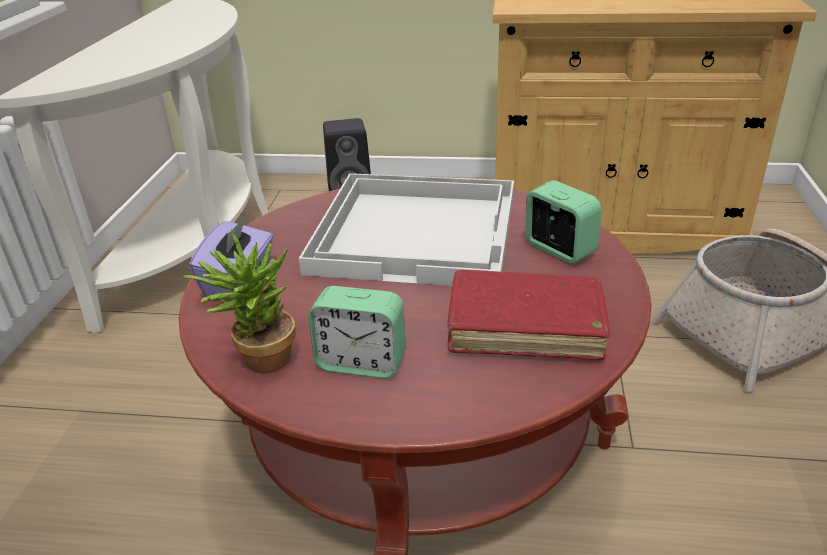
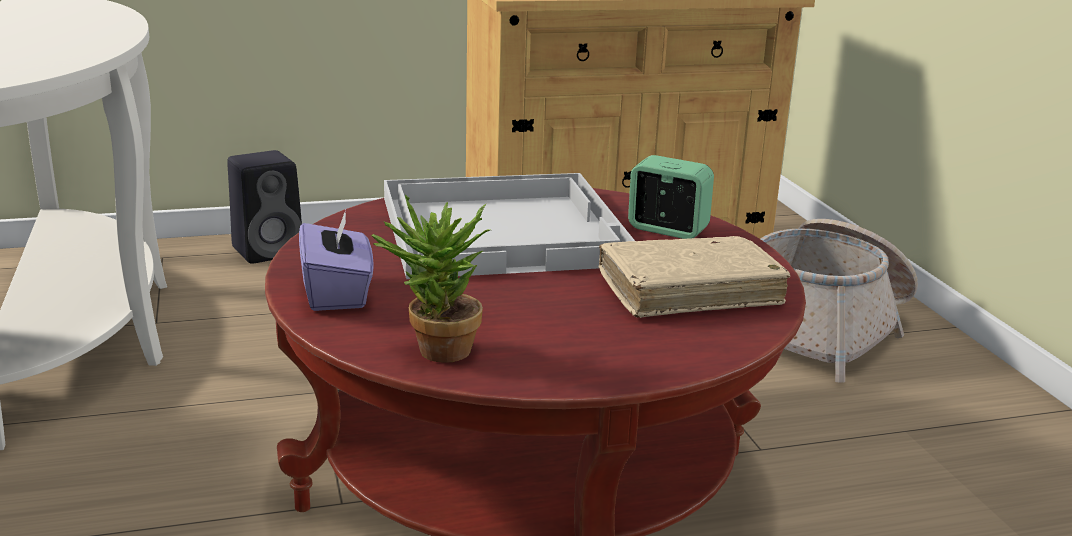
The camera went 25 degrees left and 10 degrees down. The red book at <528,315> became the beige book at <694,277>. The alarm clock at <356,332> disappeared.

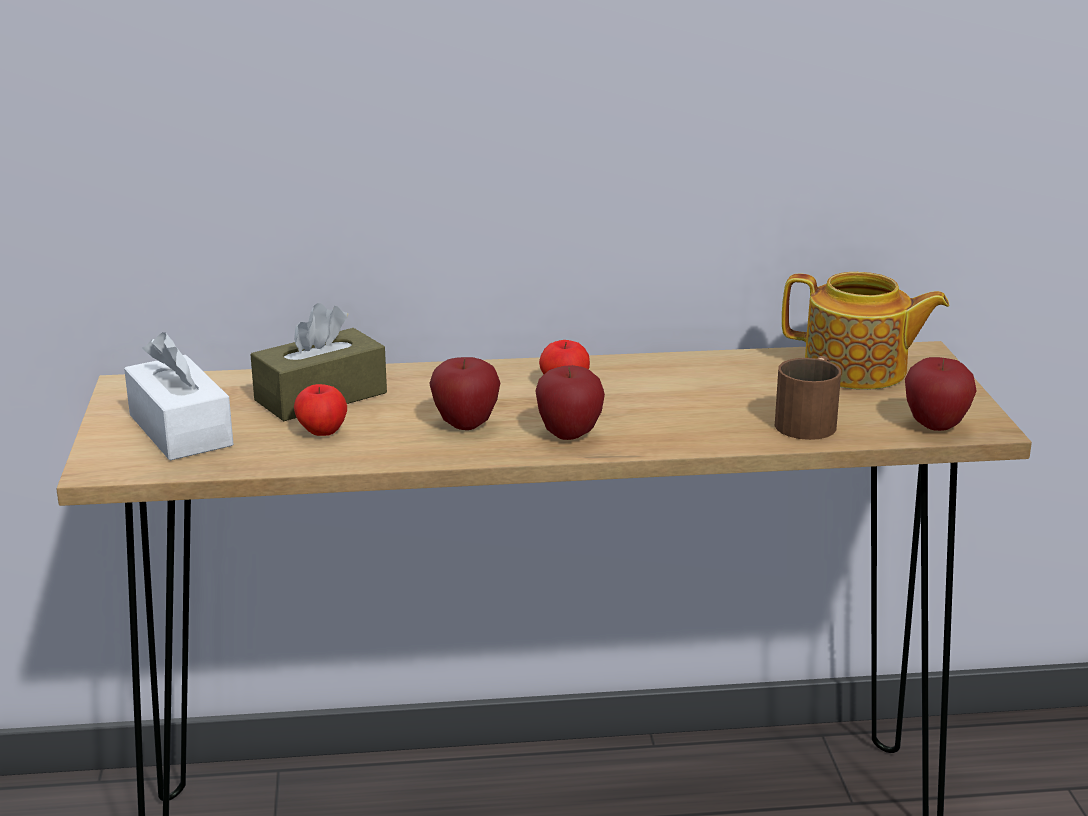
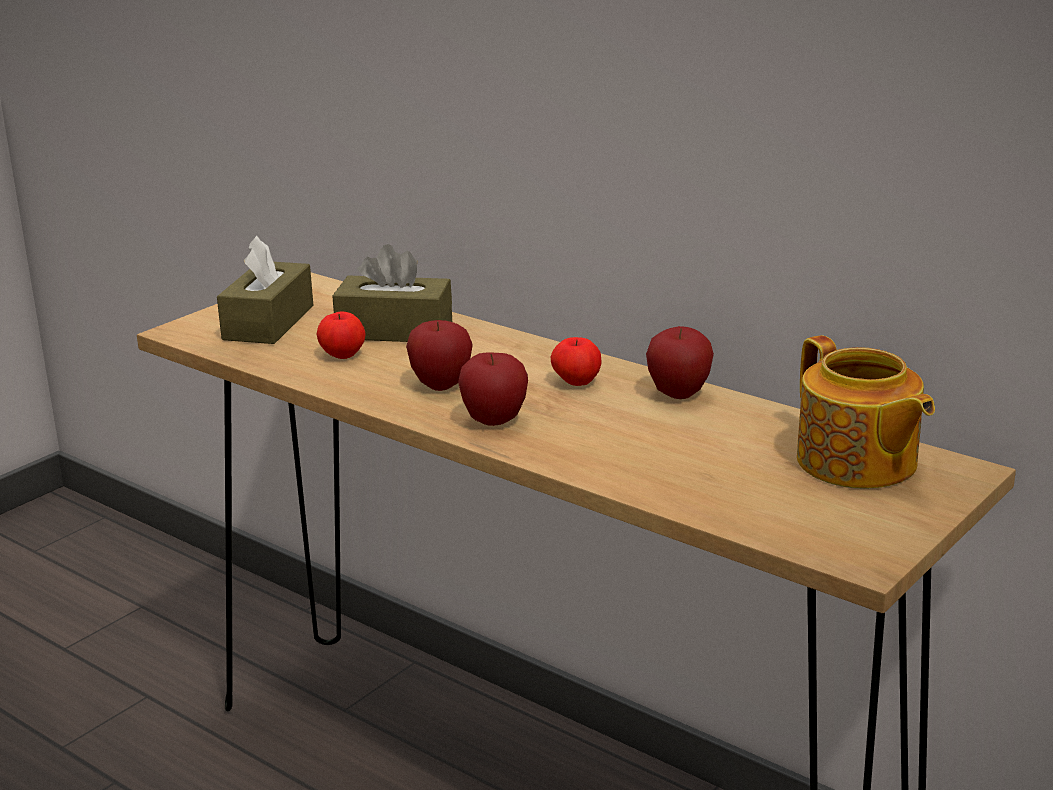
The camera went 45 degrees right and 0 degrees up. The white tissue box at <178,396> became the brown tissue box at <265,290>. The brown mug at <808,398> disappeared. The apple moved from <941,394> to <680,362>.

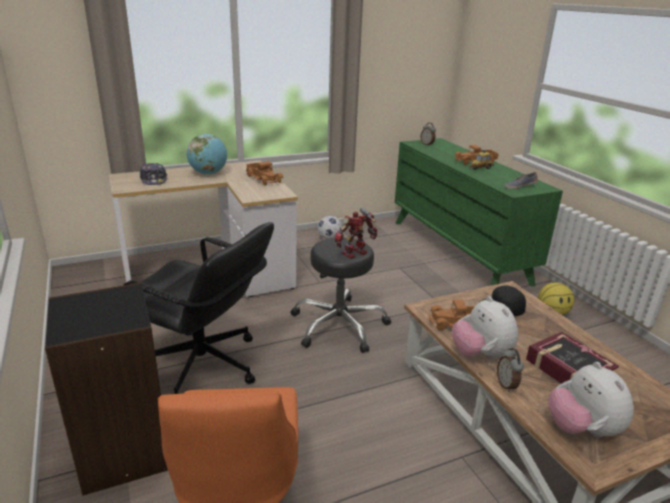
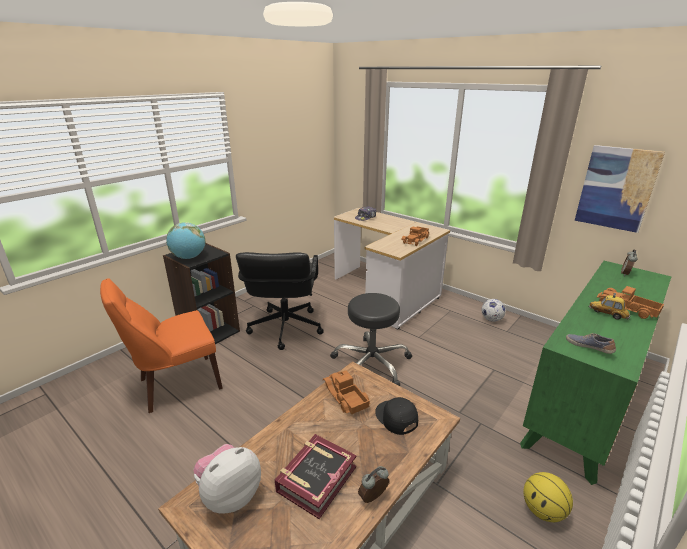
The camera went 65 degrees right and 0 degrees up. The globe moved from <206,154> to <186,240>. The toy robot at <356,233> disappeared. The plush toy at <485,327> disappeared. The alarm clock moved from <510,370> to <373,484>. The picture at <620,189> appeared.

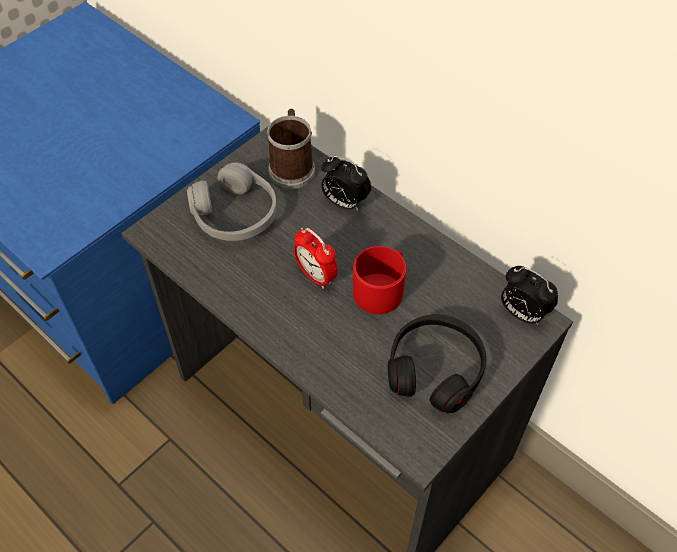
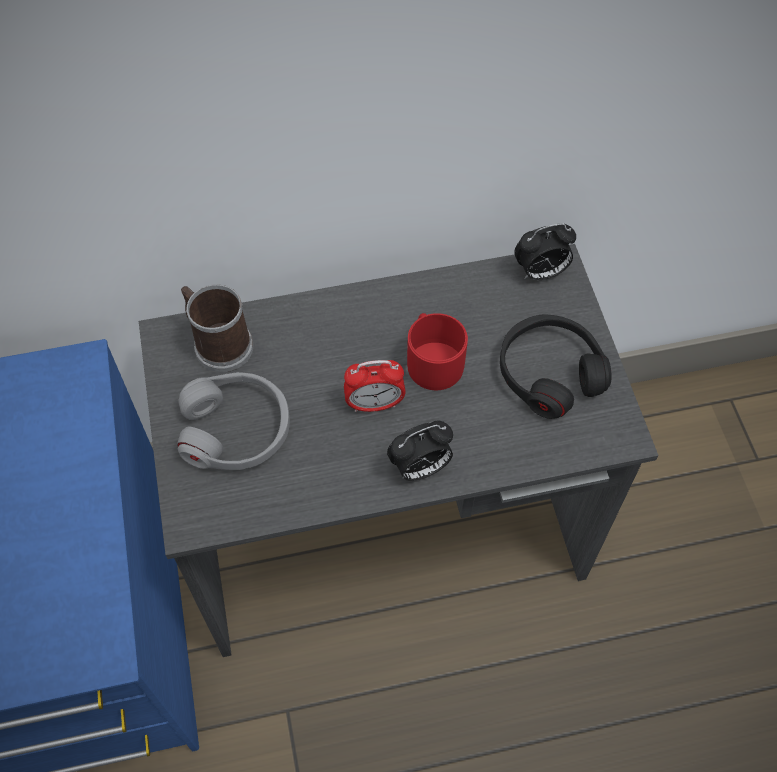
The camera went 55 degrees left and 5 degrees up. The alarm clock moved from <346,183> to <420,450>.

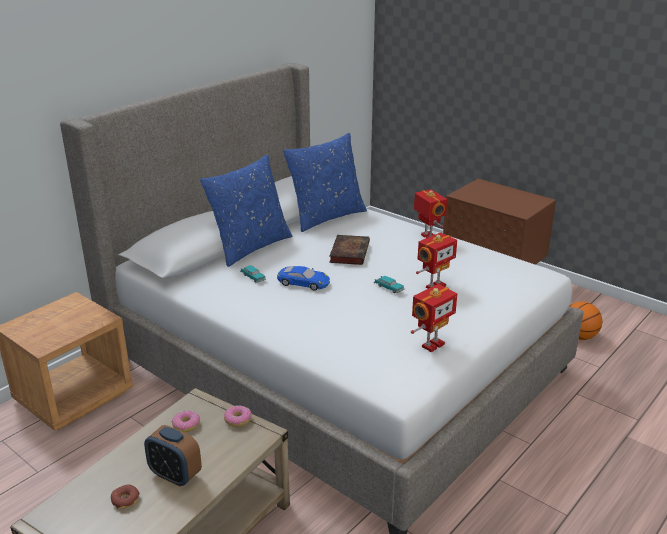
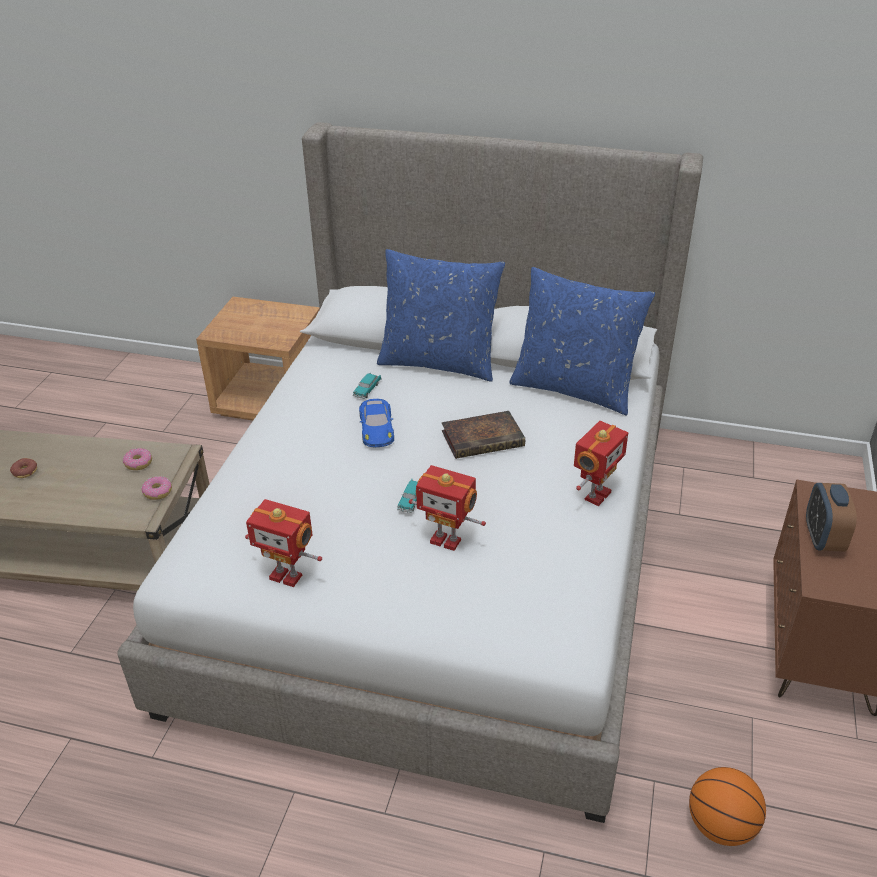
The camera went 65 degrees right and 10 degrees up. The alarm clock moved from <173,456> to <831,517>.

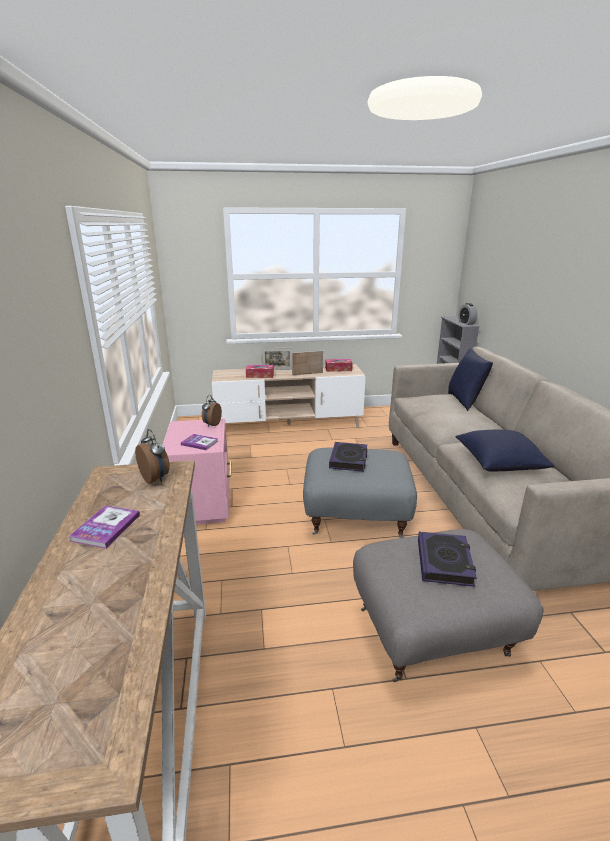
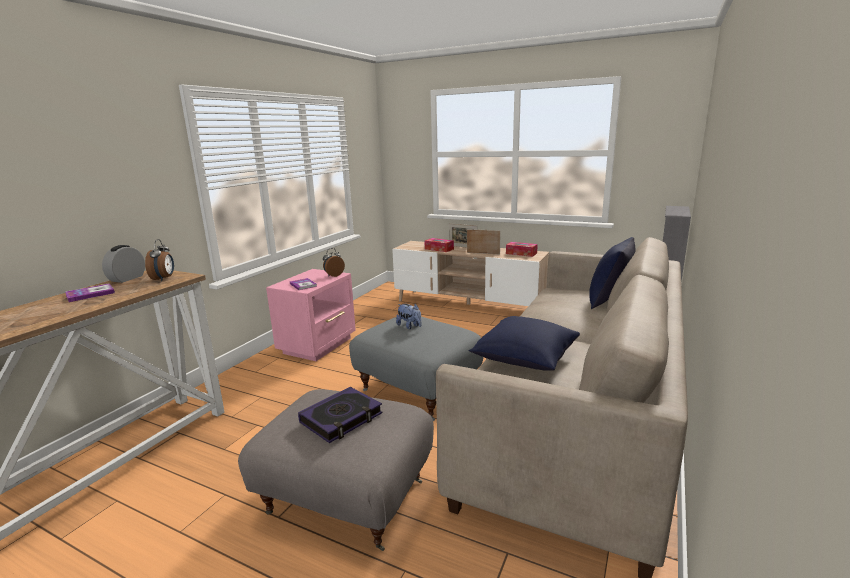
The camera went 35 degrees right and 5 degrees down. The alarm clock moved from <468,314> to <123,264>. The book at <348,457> was replaced by the plush toy at <408,316>.

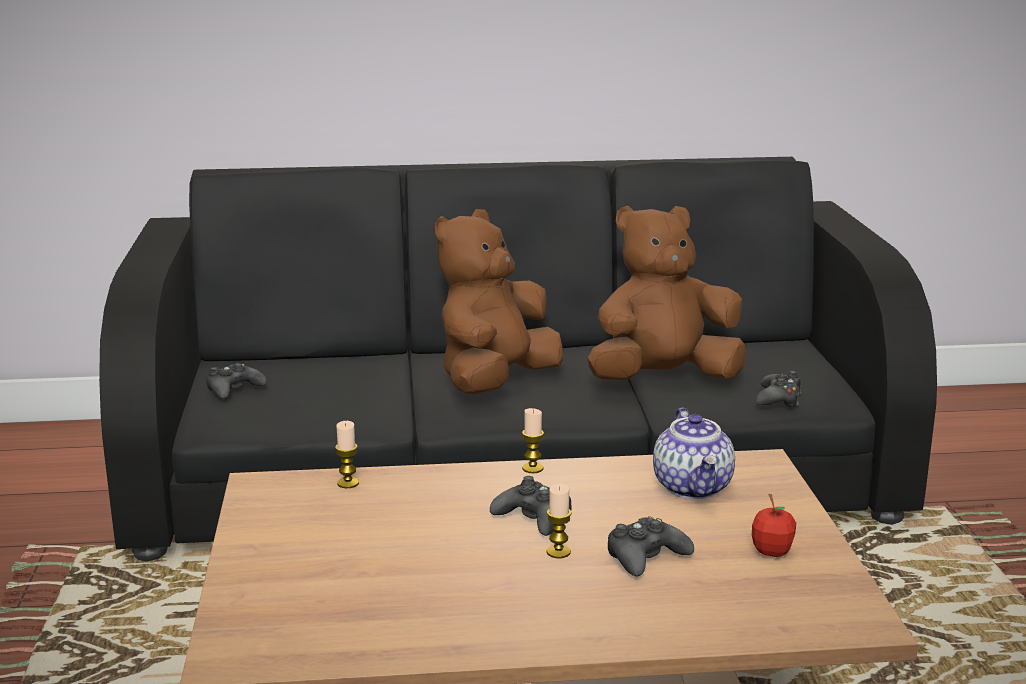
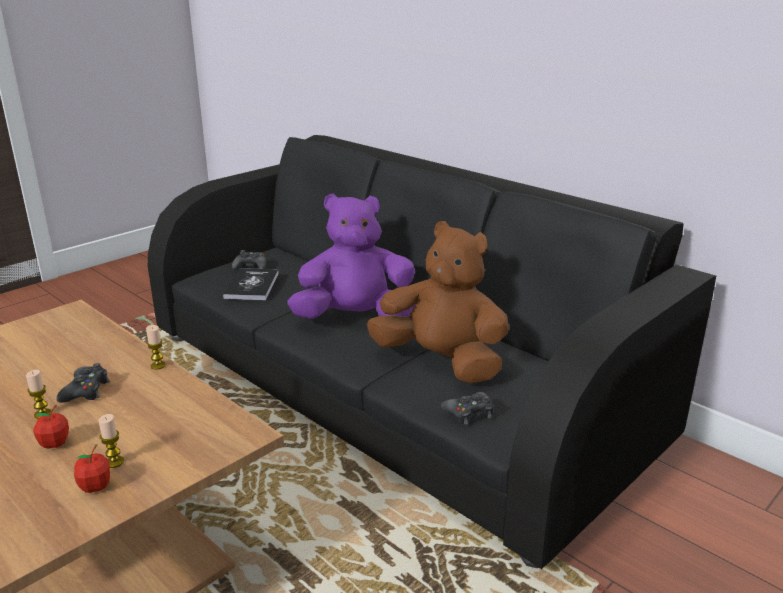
The camera went 50 degrees right and 5 degrees up. The brown plush toy at <499,302> became the purple plush toy at <351,256>. The teapot at <694,453> disappeared. The candle moved from <347,454> to <111,441>. The black game controller at <651,546> was replaced by the apple at <51,427>. The book at <251,284> appeared.

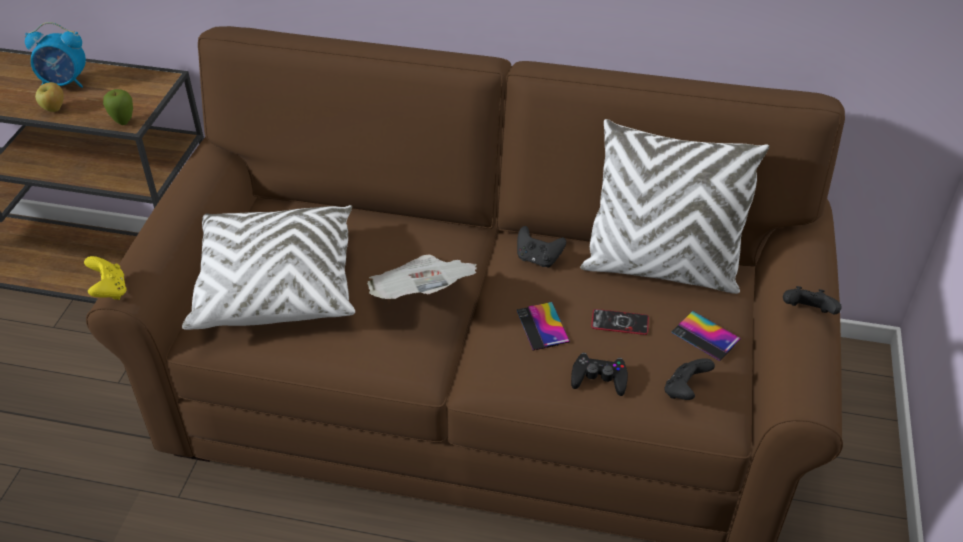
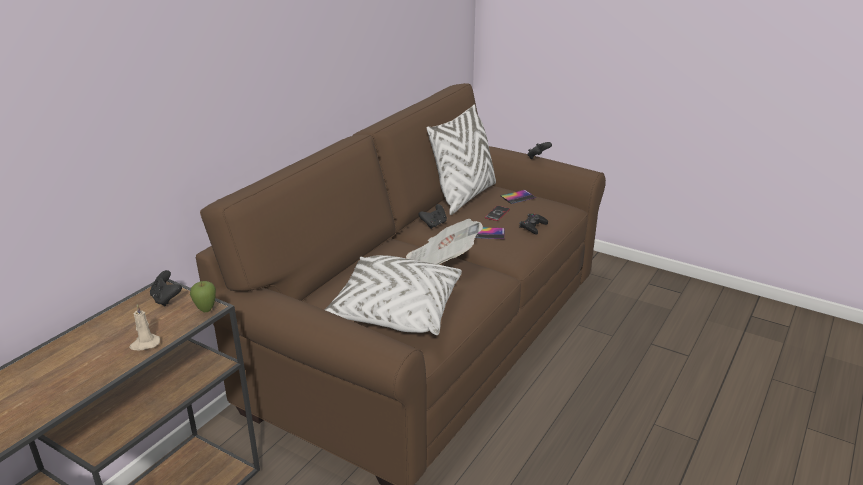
The camera went 70 degrees left and 15 degrees down. The alarm clock at <55,55> disappeared. The apple at <49,97> was replaced by the beige candle at <144,327>. The yellow game controller at <105,278> disappeared. The black game controller moved from <689,379> to <166,288>.

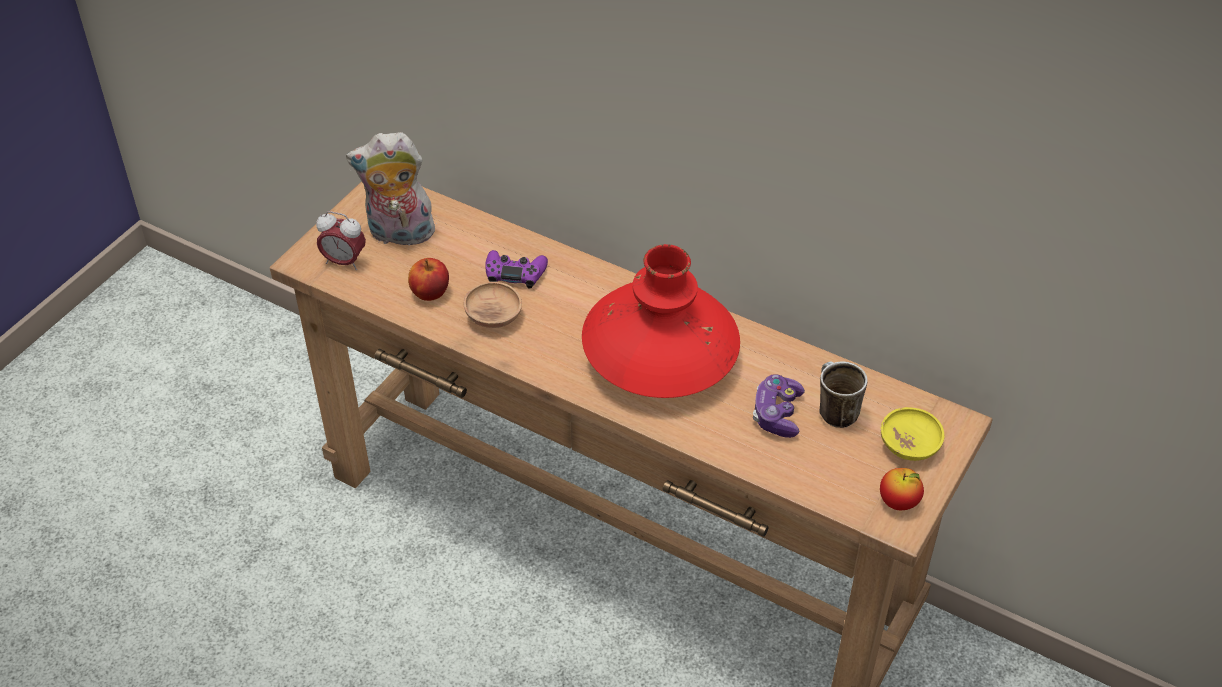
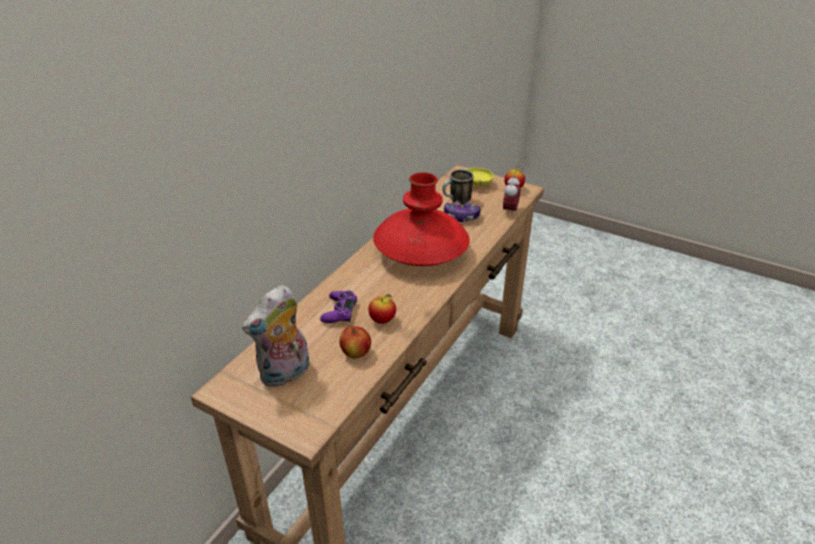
The camera went 90 degrees left and 10 degrees down. The plush toy at <391,191> turned 45 degrees clockwise. The alarm clock moved from <341,240> to <511,196>. The brown bowl at <493,305> was replaced by the apple at <382,309>.

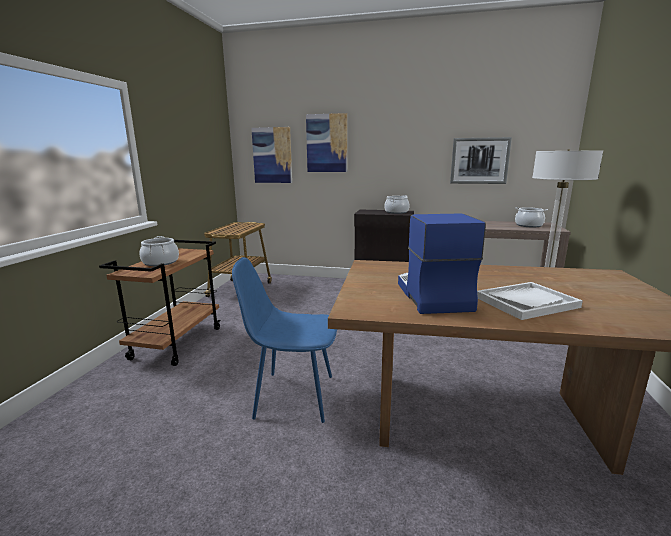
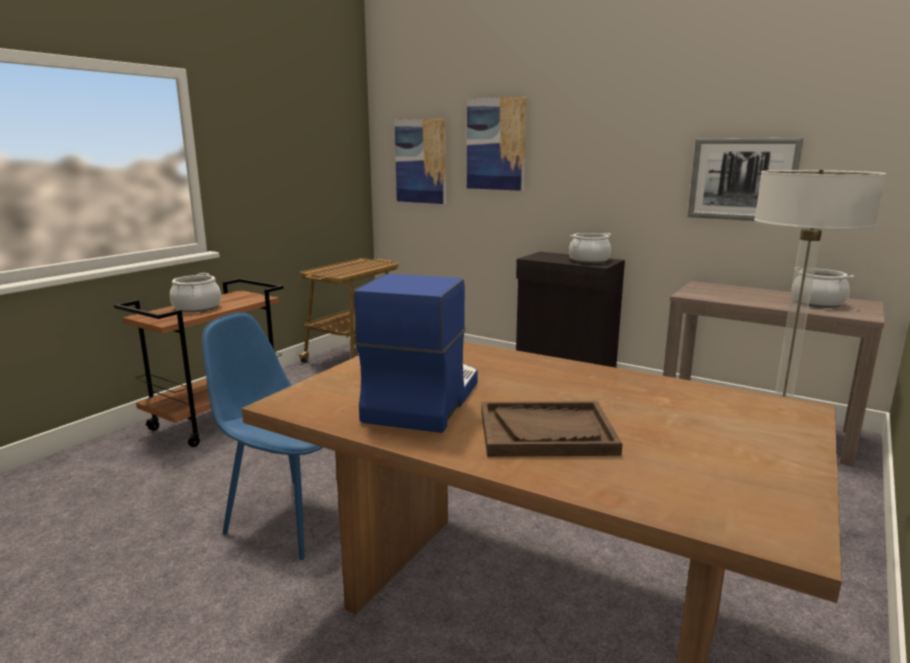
The camera went 20 degrees right and 0 degrees up. The white tray at <530,301> became the brown tray at <552,429>.

